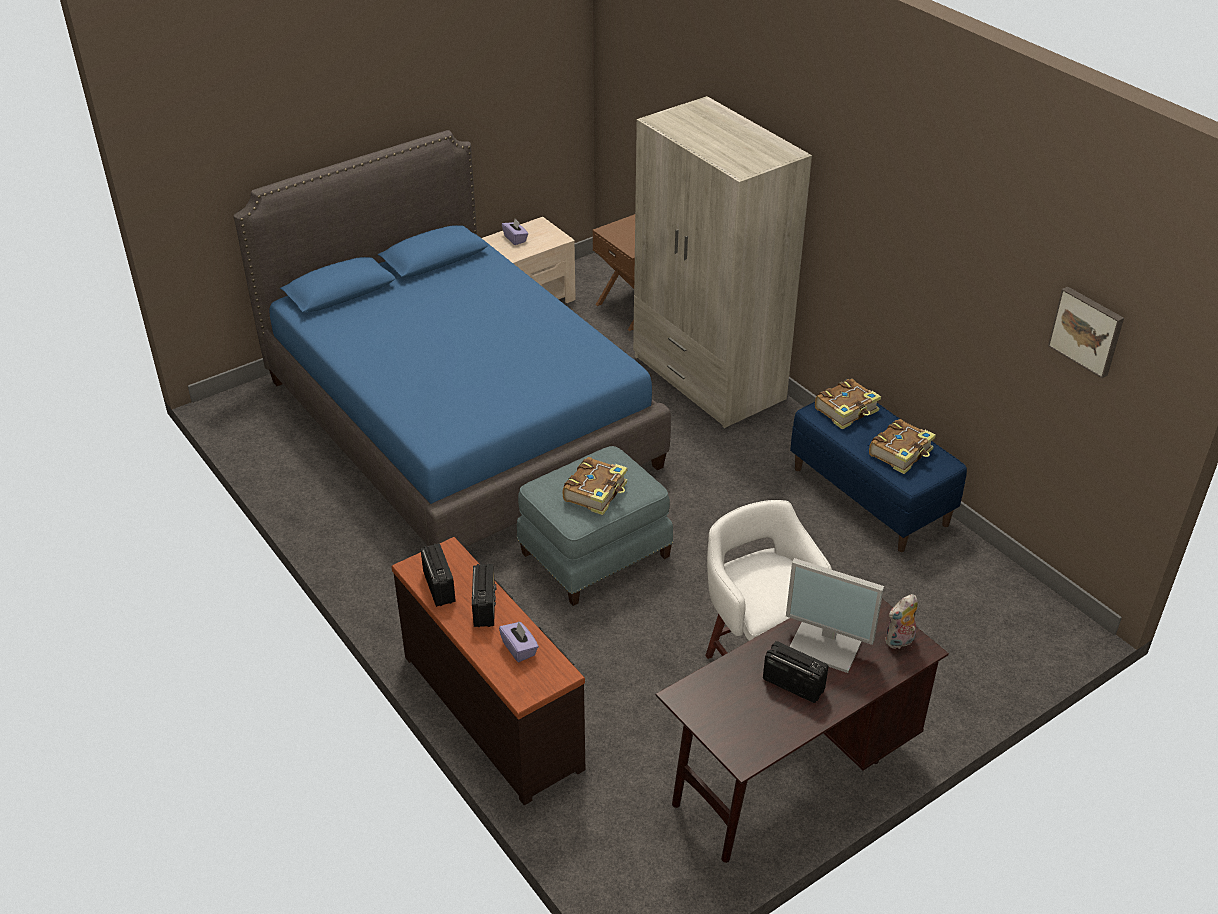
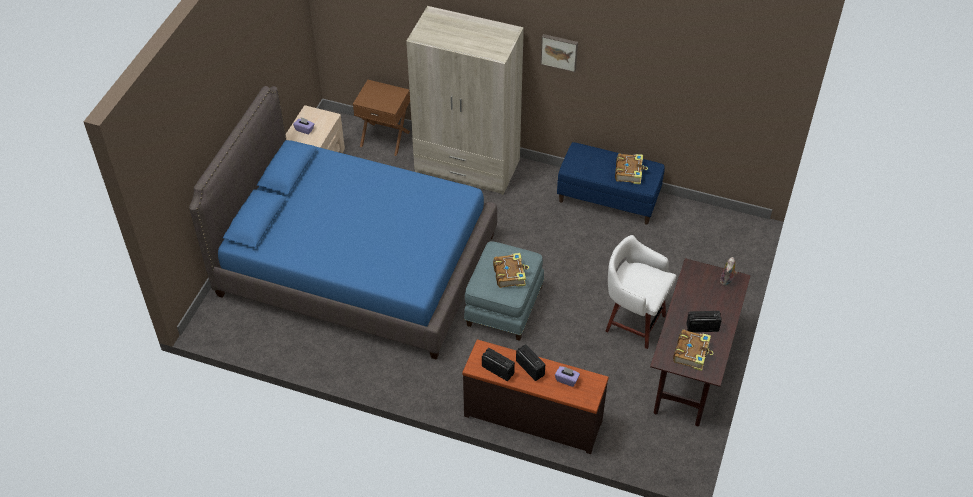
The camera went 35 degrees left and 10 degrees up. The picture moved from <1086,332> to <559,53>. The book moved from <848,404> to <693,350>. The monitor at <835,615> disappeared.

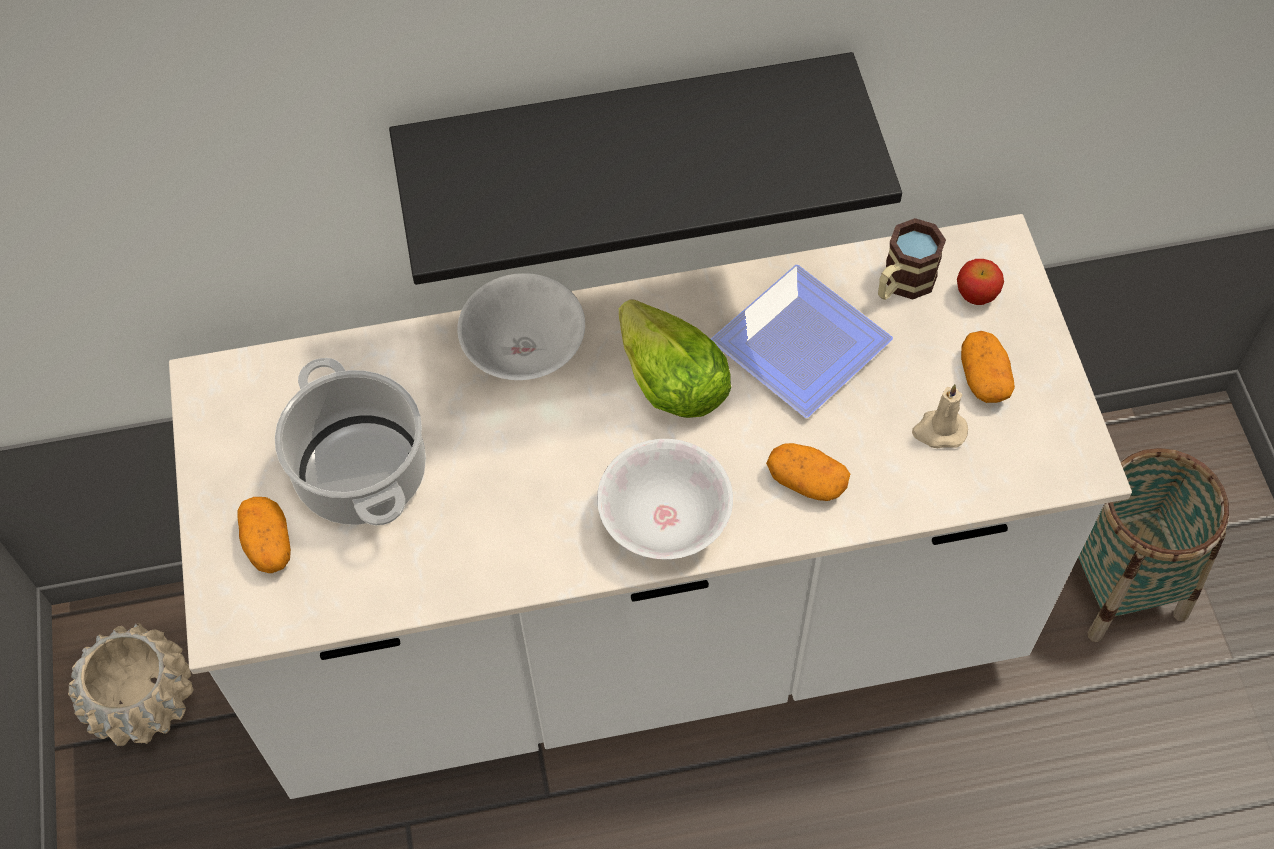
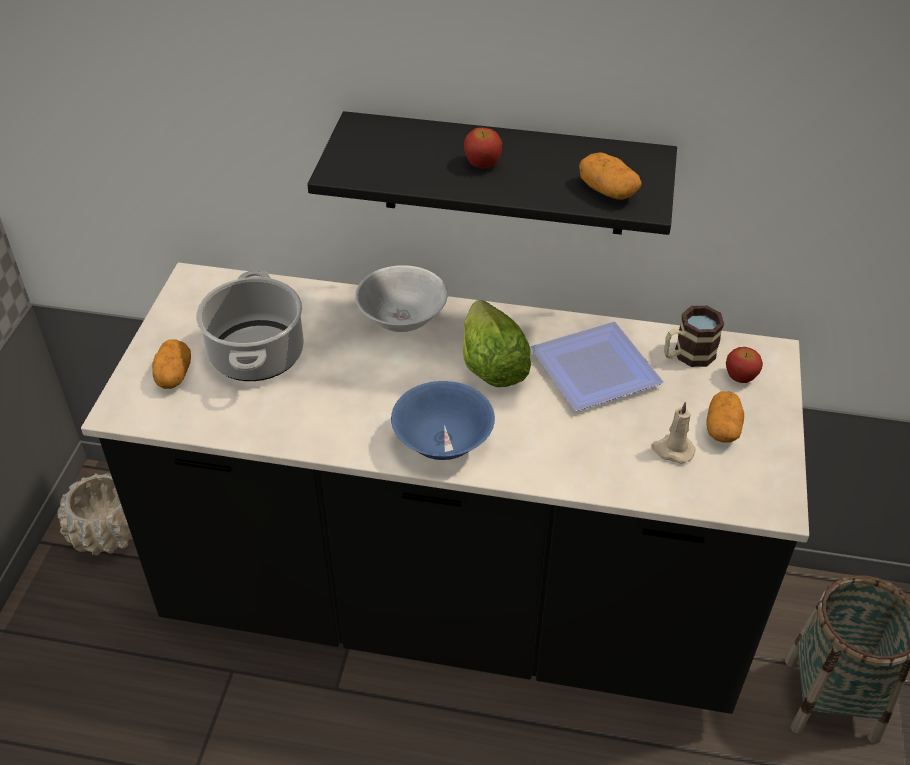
The camera went 20 degrees right and 15 degrees down. The white counter at <650,506> became the black counter at <445,488>. The white bowl at <665,499> became the blue bowl at <443,420>. The potato moved from <808,472> to <610,176>. The apple at <483,147> appeared.

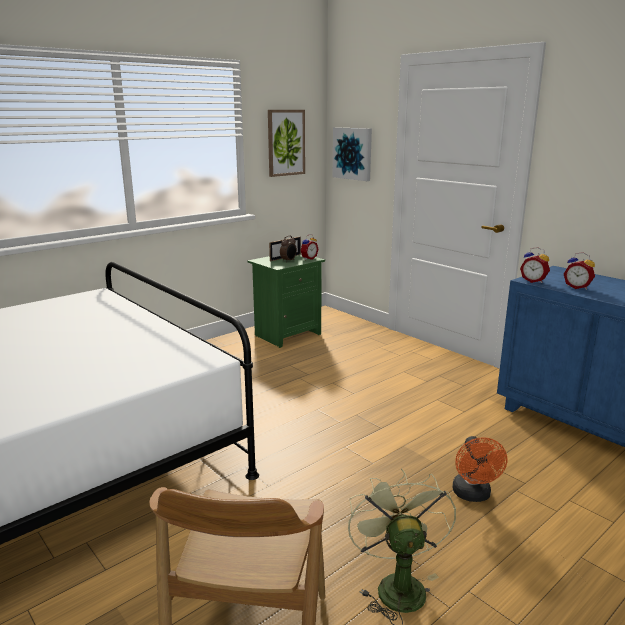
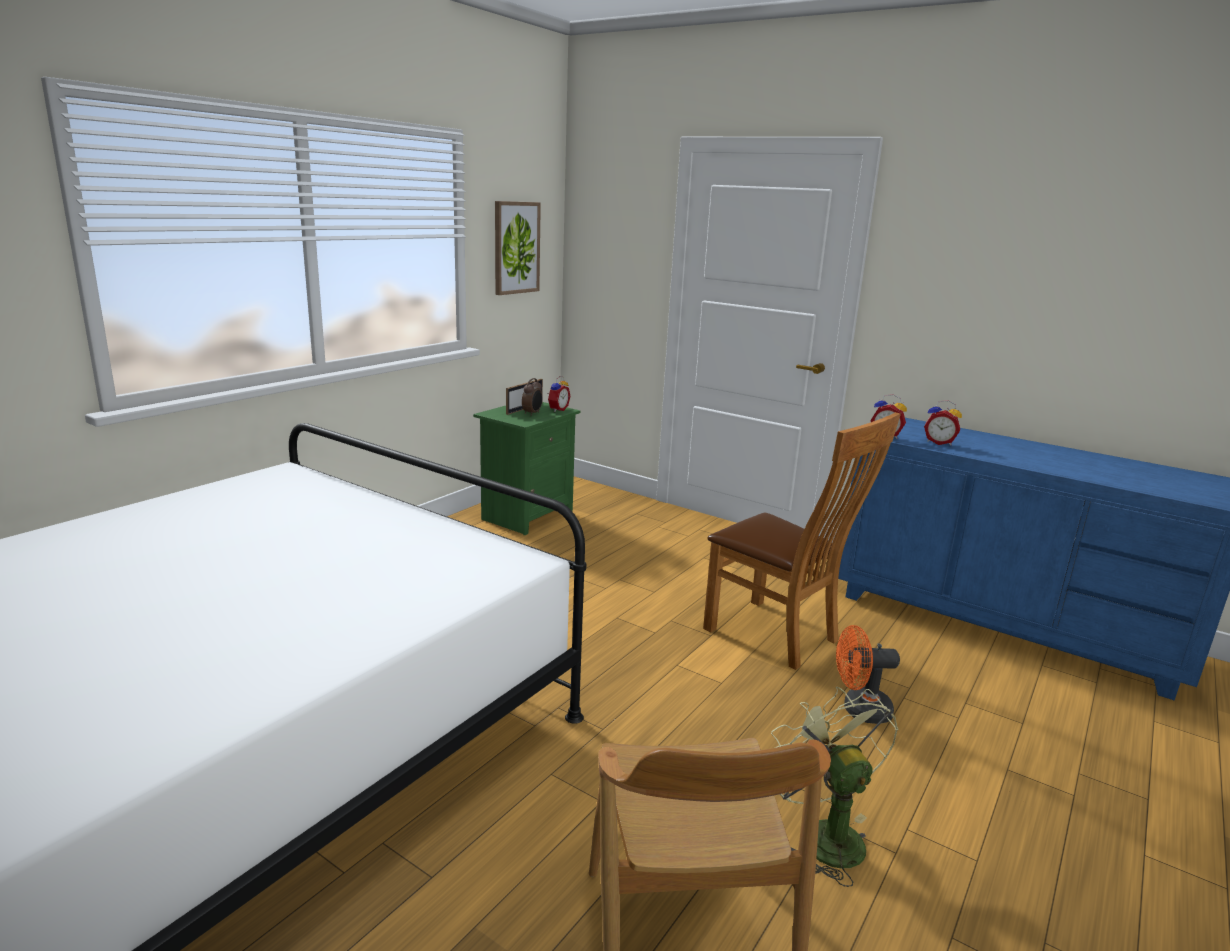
The camera went 15 degrees left and 0 degrees up. The picture at <352,154> disappeared. The orange fan at <479,469> turned 105 degrees clockwise. The brown chair at <802,541> appeared.

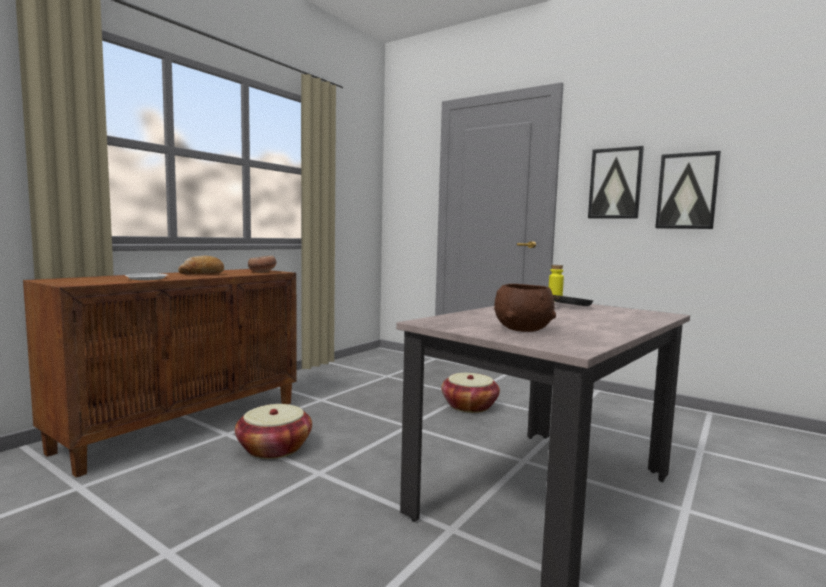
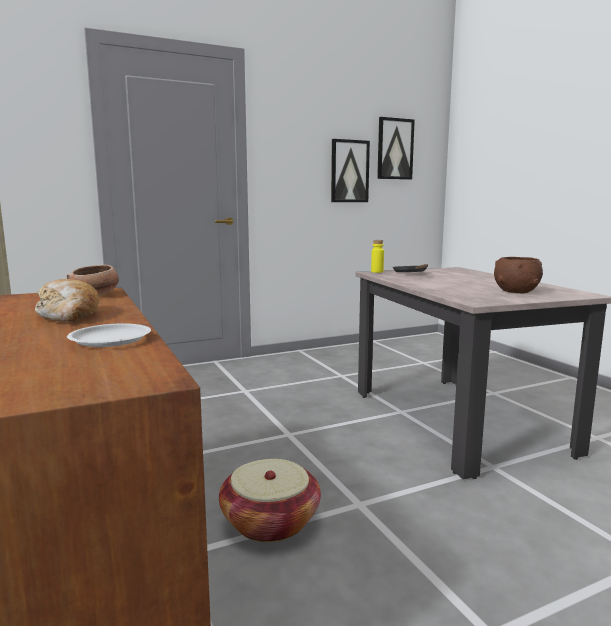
The camera went 60 degrees left and 5 degrees up. The picture moved from <616,182> to <396,148>. The basket at <470,393> disappeared.

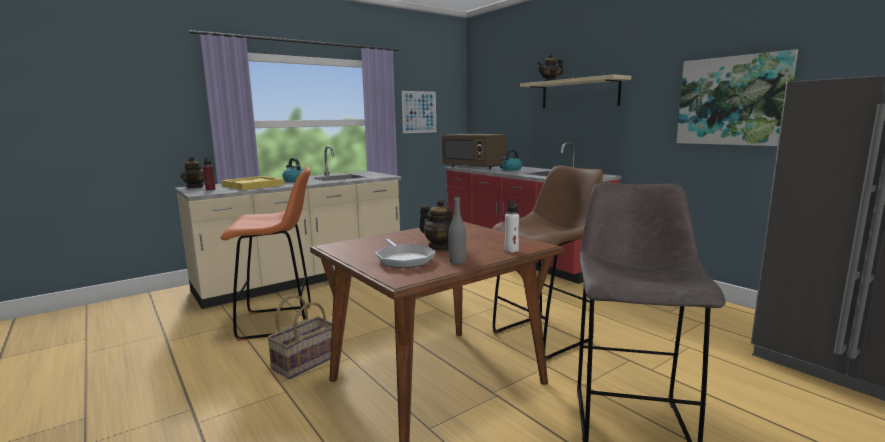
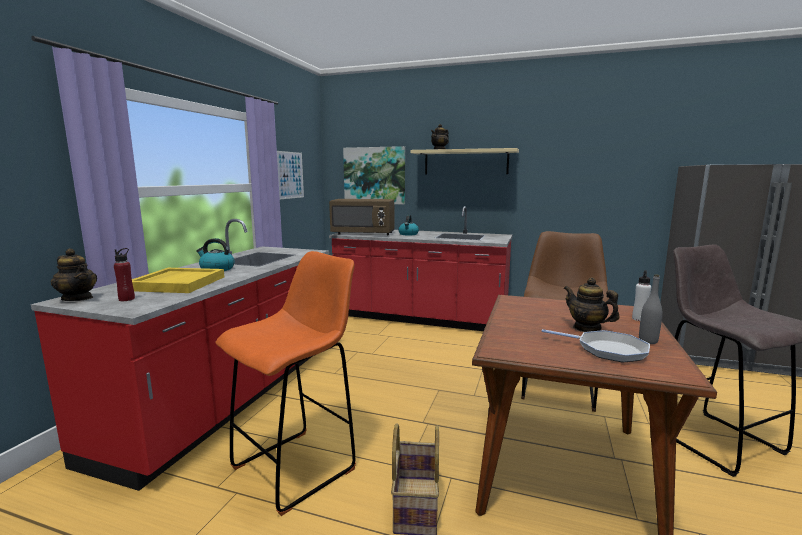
The camera went 35 degrees left and 0 degrees up. The picture moved from <737,97> to <374,175>. The beige counter at <288,227> became the red counter at <180,355>. The teapot at <441,224> turned 135 degrees counterclockwise.

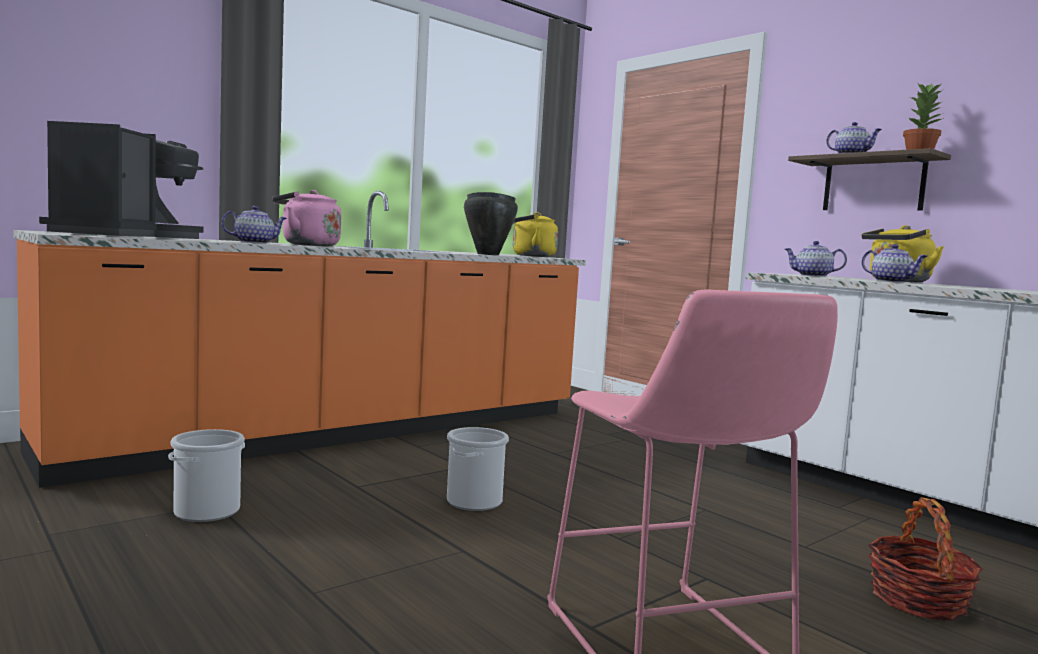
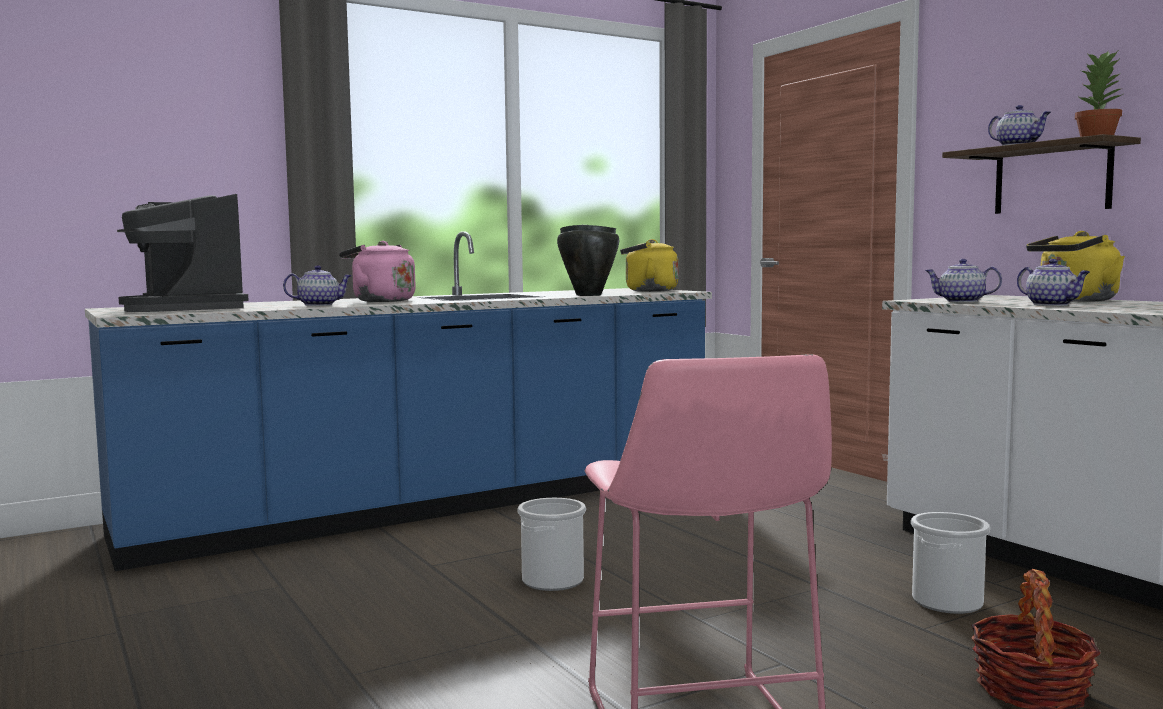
The camera went 10 degrees right and 0 degrees up. The coffee machine at <121,180> turned 135 degrees clockwise. The orange counter at <299,339> became the blue counter at <398,401>. The bucket moved from <206,475> to <950,563>.

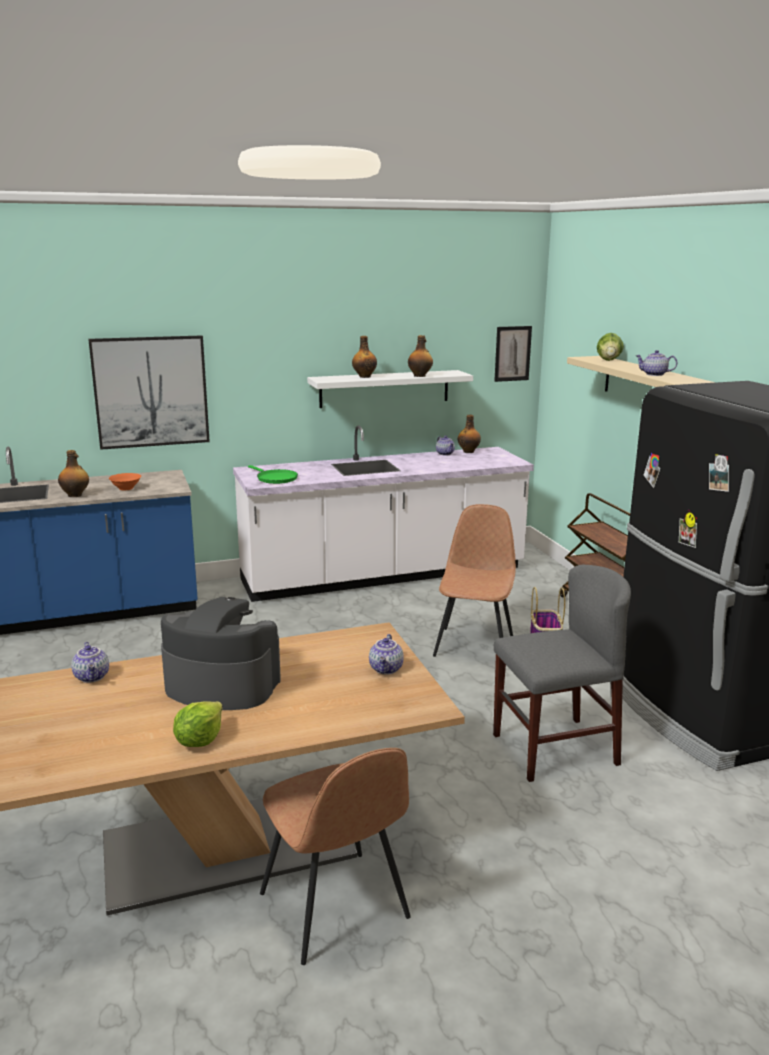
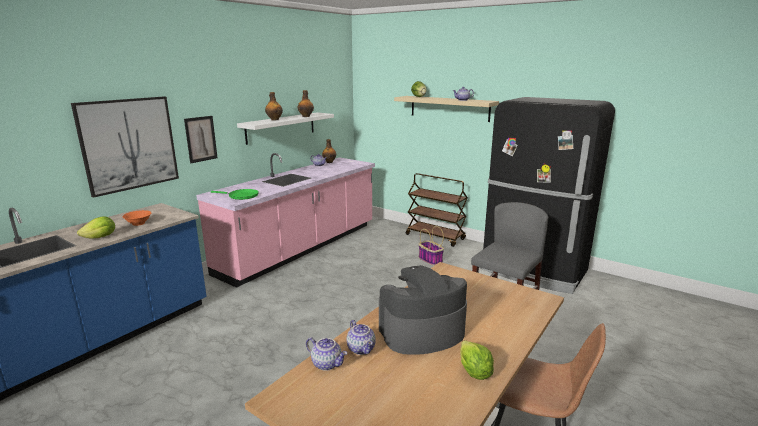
The camera went 35 degrees left and 0 degrees up. The picture moved from <513,354> to <201,139>. The white counter at <383,514> became the pink counter at <285,220>. The bottle at <73,473> was replaced by the lettuce at <96,227>. The brown chair at <474,580> disappeared. The teapot moved from <386,654> to <361,337>.

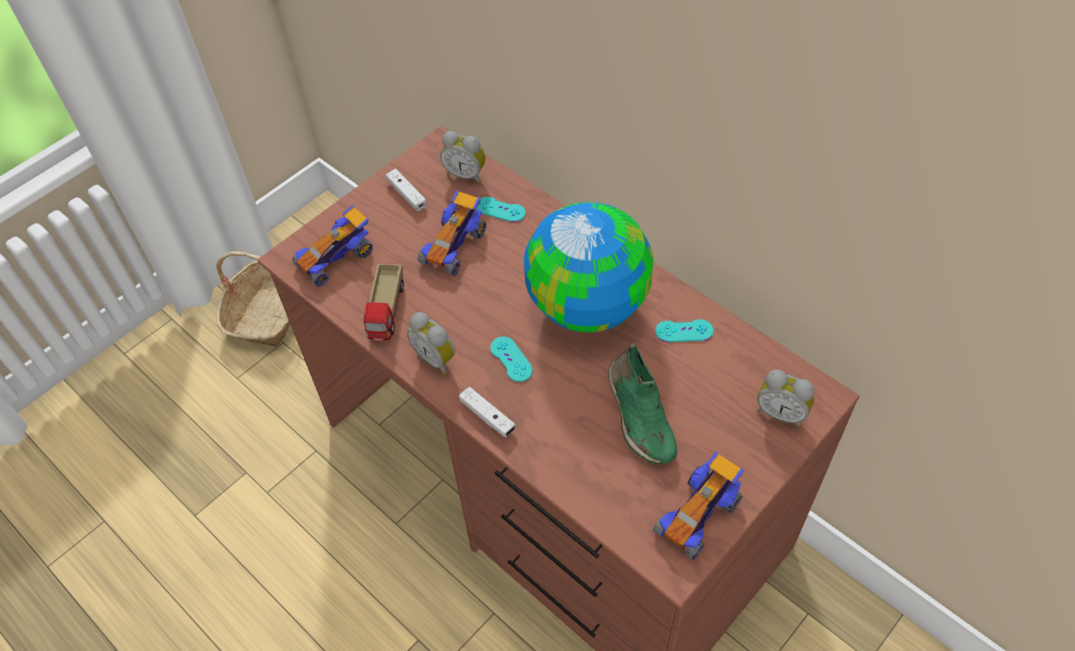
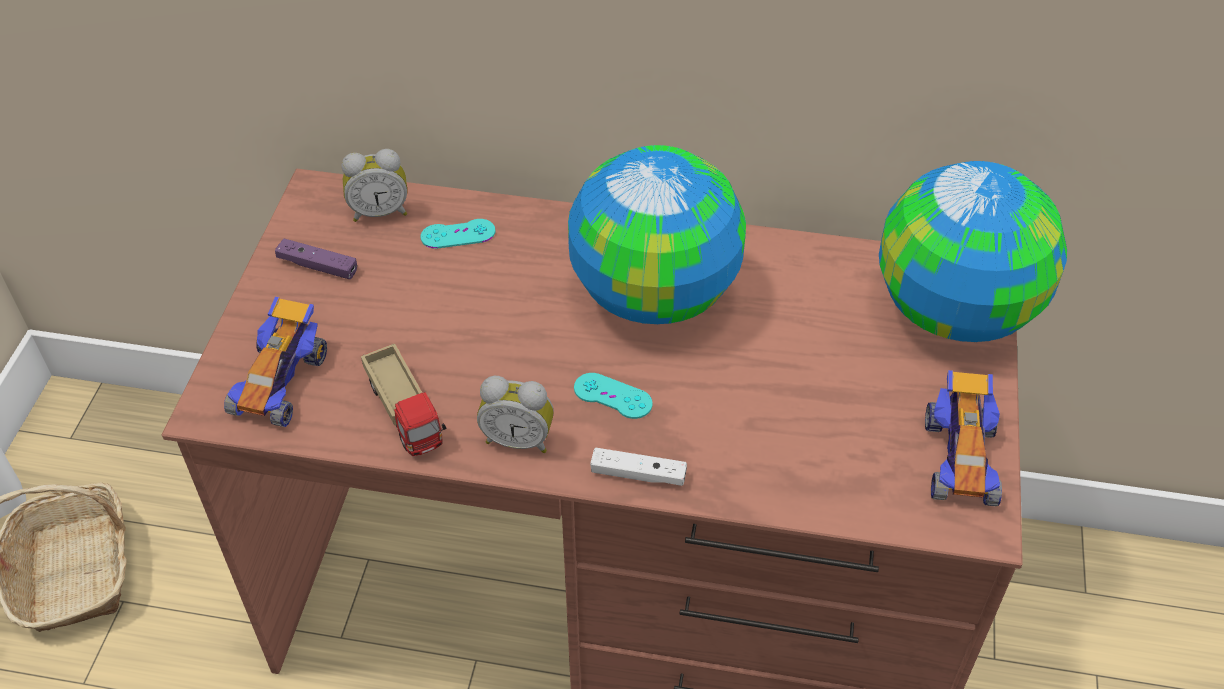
The camera went 35 degrees left and 5 degrees down. The white game controller at <406,190> became the purple game controller at <316,258>. The toy car at <452,232> disappeared. The turquoise game controller at <684,330> disappeared. The green shoe at <642,403> disappeared. The alarm clock at <785,399> was replaced by the globe at <973,251>.

